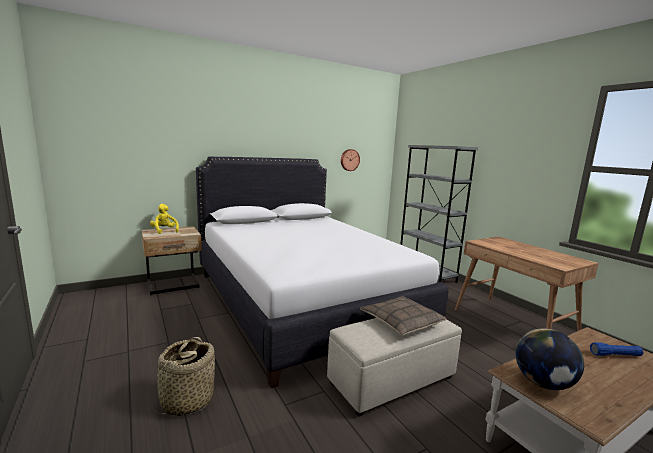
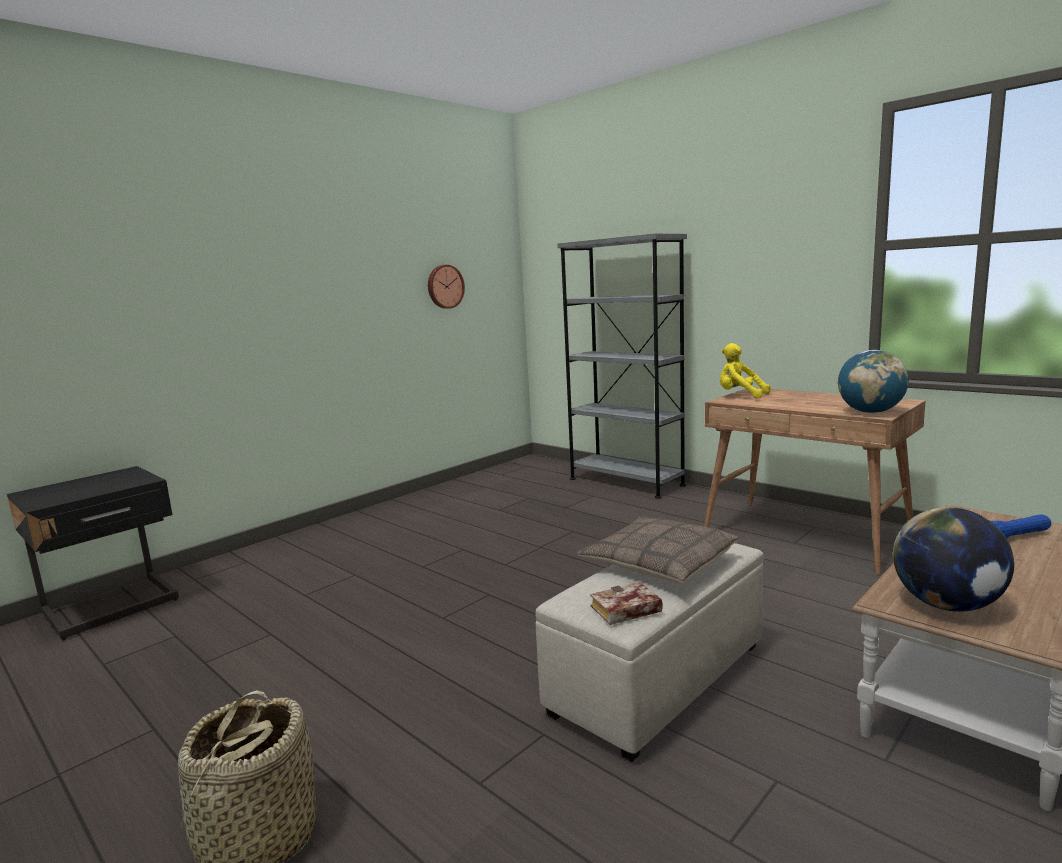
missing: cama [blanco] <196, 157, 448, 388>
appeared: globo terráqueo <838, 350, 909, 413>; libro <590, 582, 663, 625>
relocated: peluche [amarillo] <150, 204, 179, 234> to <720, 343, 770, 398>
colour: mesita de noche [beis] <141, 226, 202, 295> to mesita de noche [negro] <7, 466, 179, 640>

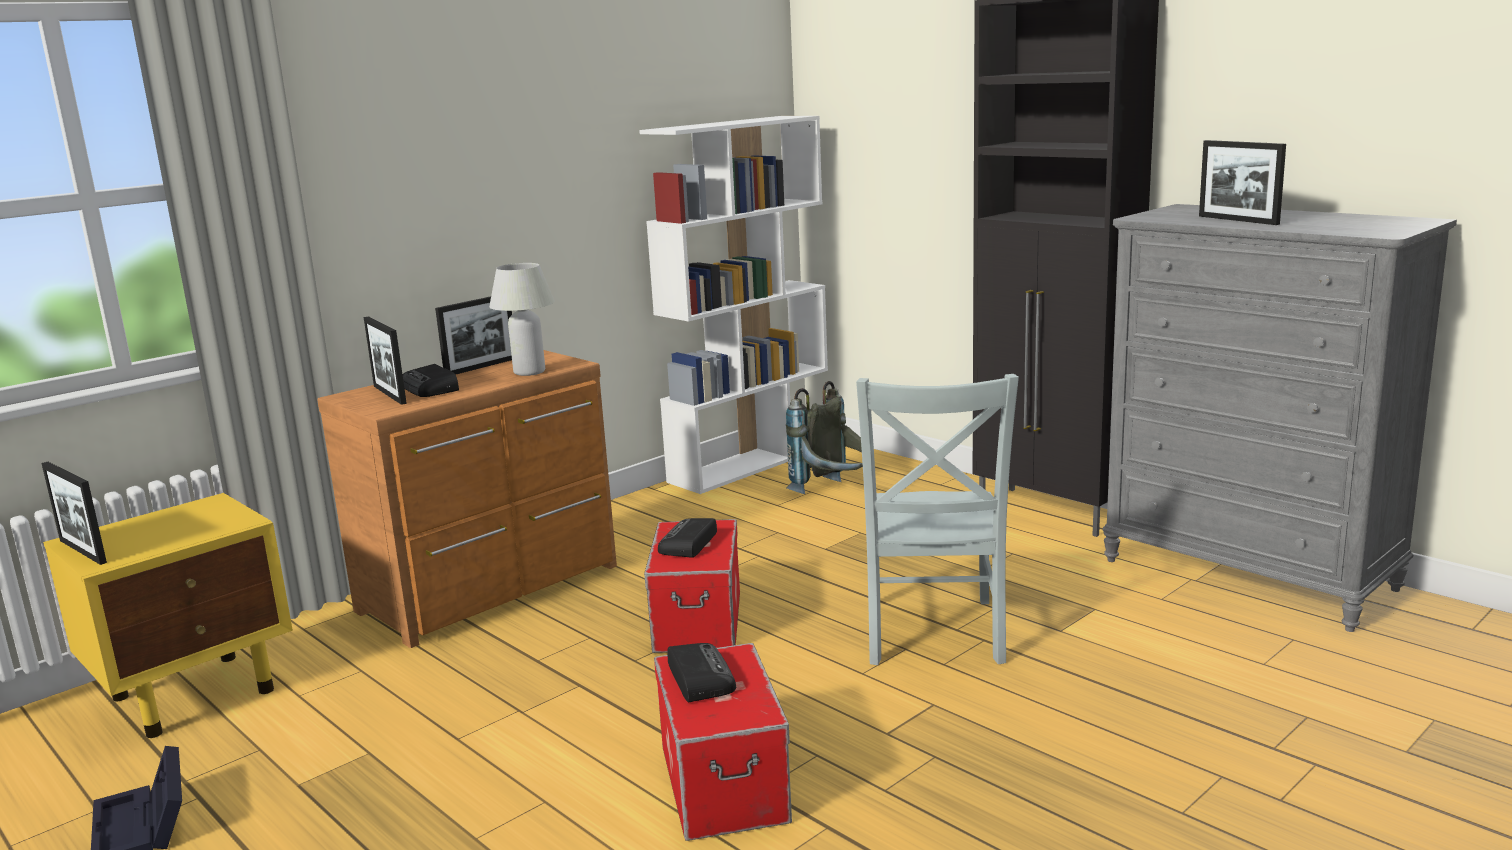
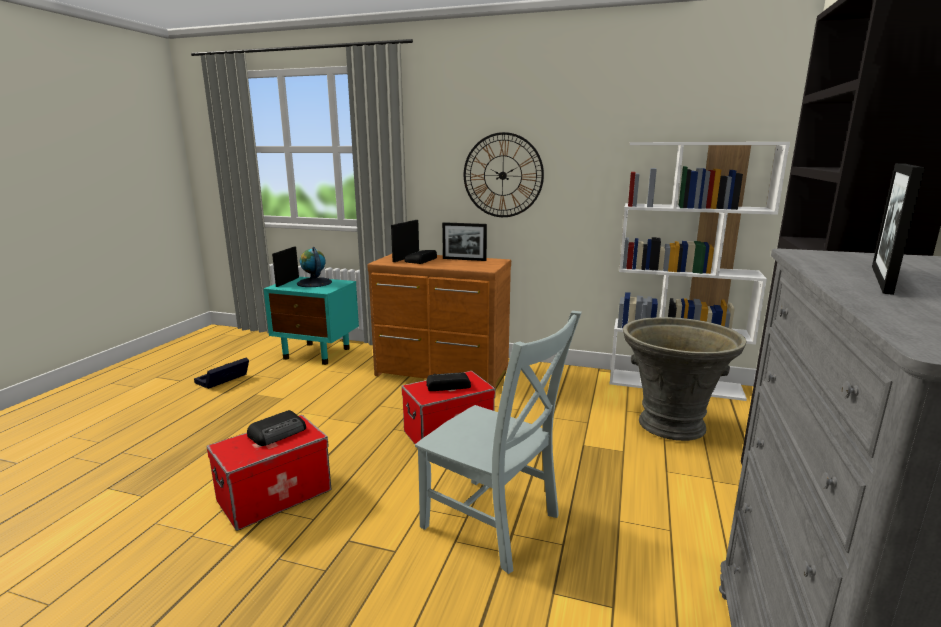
missing: lámpara de mesa [blanco] <489, 263, 555, 376>
appeared: reloj de pared <464, 132, 544, 217>; globo terráqueo <297, 247, 332, 287>
exchanged: mochila [gris] <786, 381, 863, 494> to maceta [gris] <623, 317, 747, 441>
colour: mesita de noche [amarillo] <43, 493, 293, 738> to mesita de noche [turquesa] <263, 277, 359, 365>
spun: silla [gris] <856, 374, 1019, 665> = <415, 311, 582, 574> 120 degrees counterclockwise

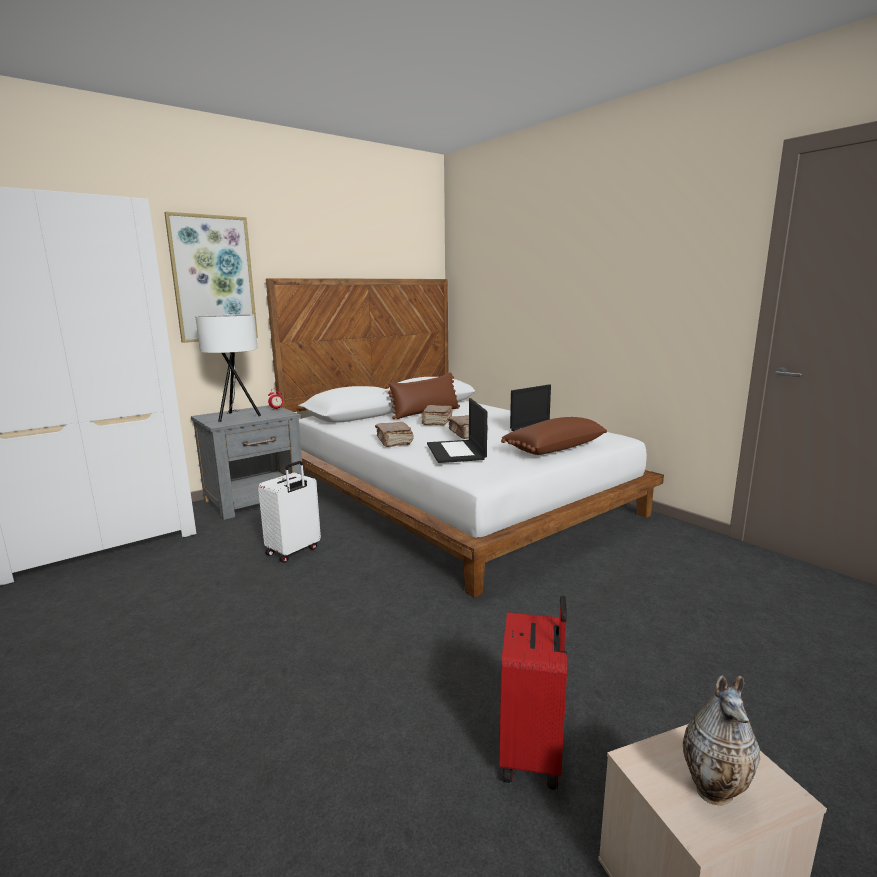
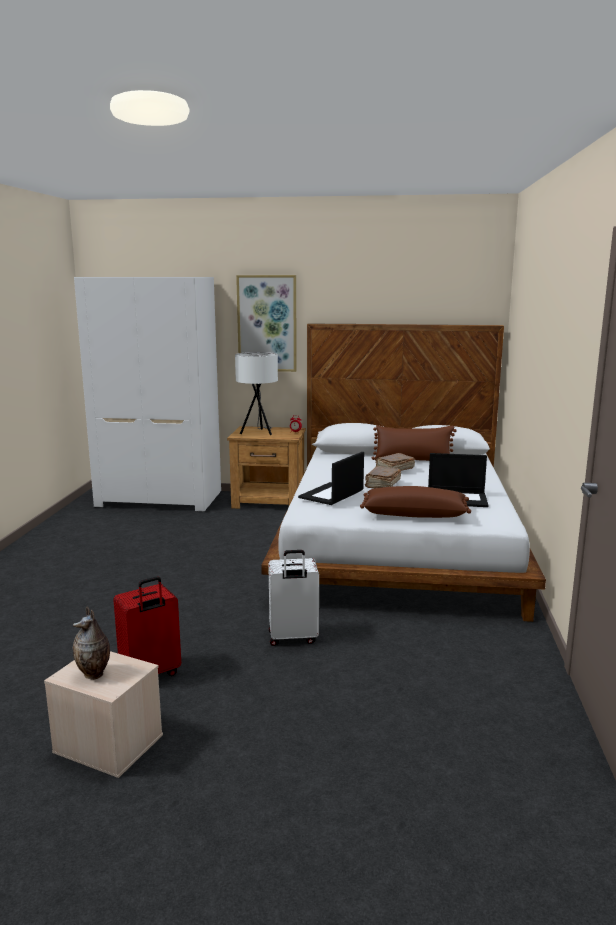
missing: libro [marrón] <375, 422, 414, 447>
relocated: maleta [blanco] <258, 461, 321, 563> to <268, 550, 319, 646>
colour: mesita de noche [gris] <191, 405, 302, 520> to mesita de noche [marrón] <227, 426, 306, 509>

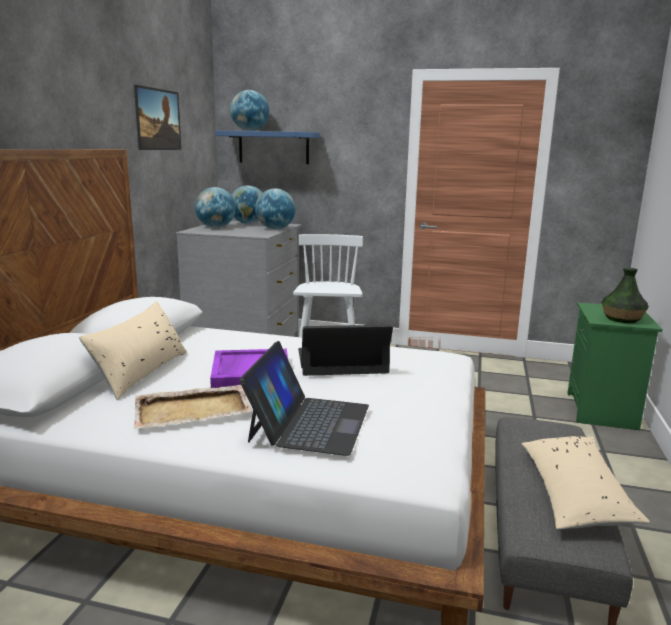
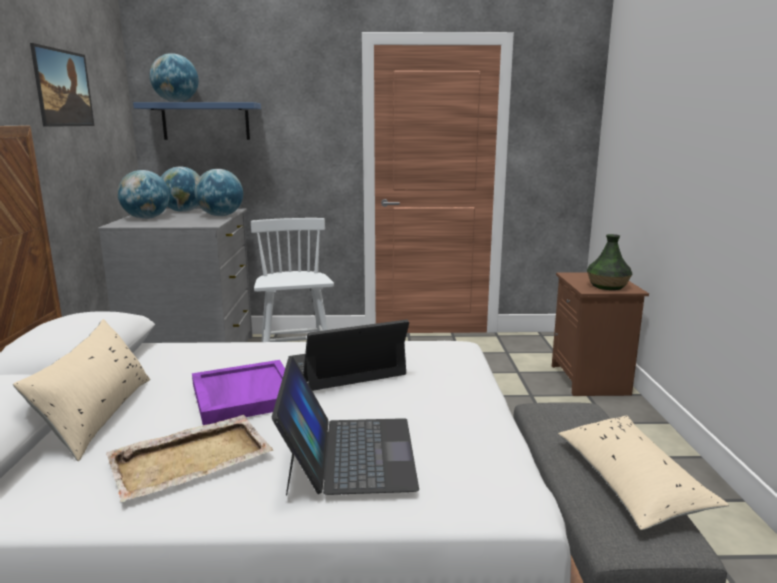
colour: mesita de noche [verde] <567, 302, 663, 430> to mesita de noche [marrón] <552, 272, 649, 396>

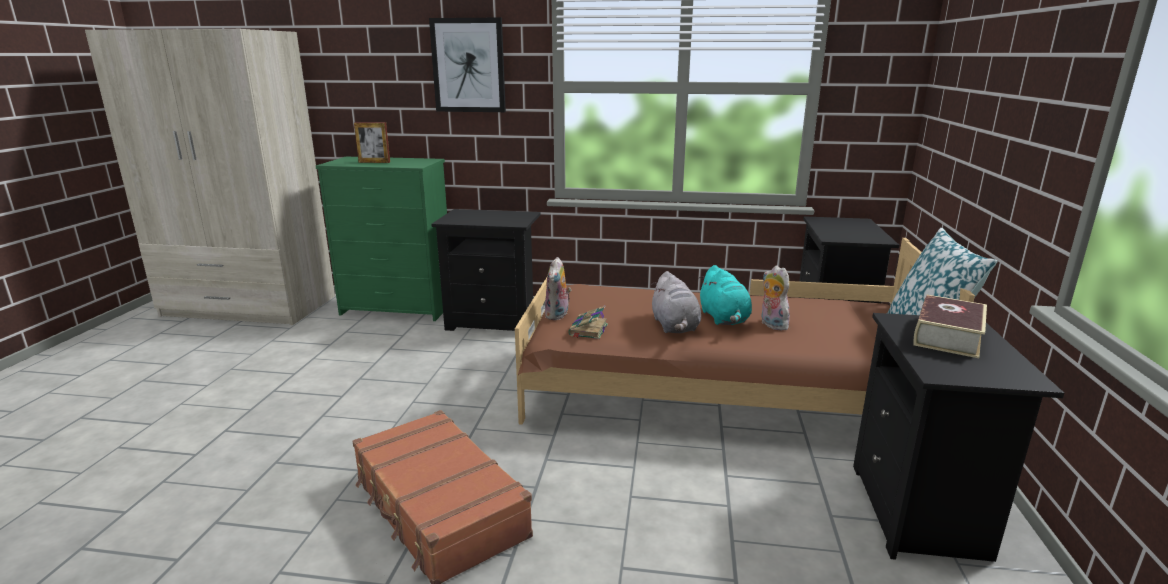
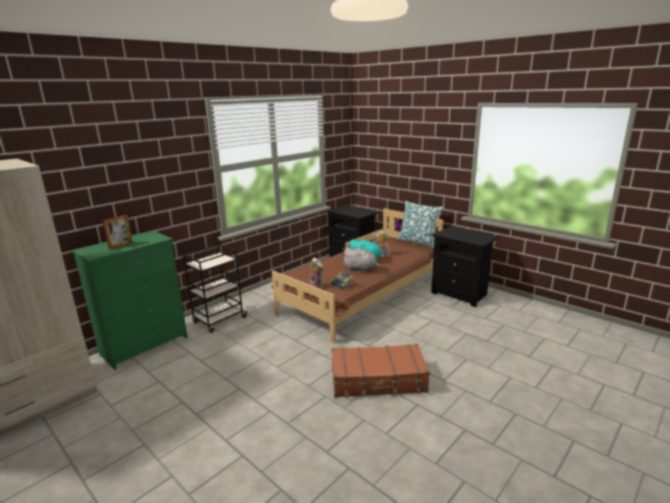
missing: cuadro <429, 18, 506, 112>; libro <914, 295, 987, 358>
exchanged: mesita de noche [negro] <431, 209, 541, 331> to carrito [negro] <183, 244, 248, 333>

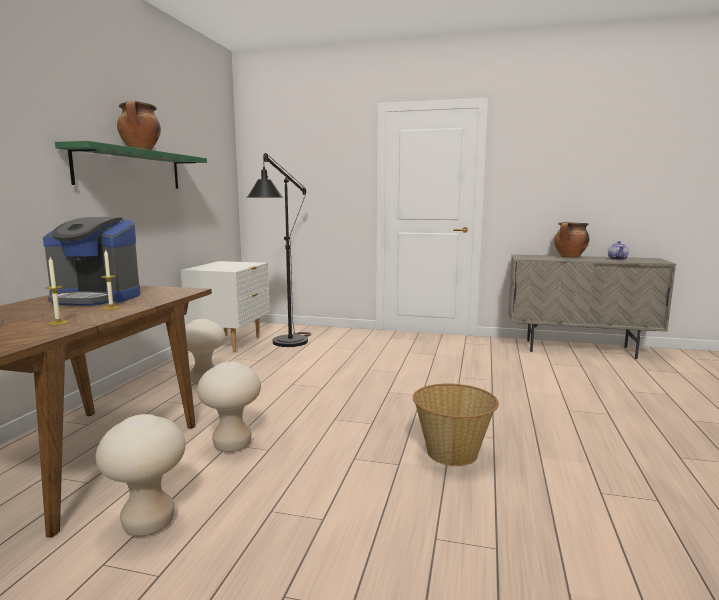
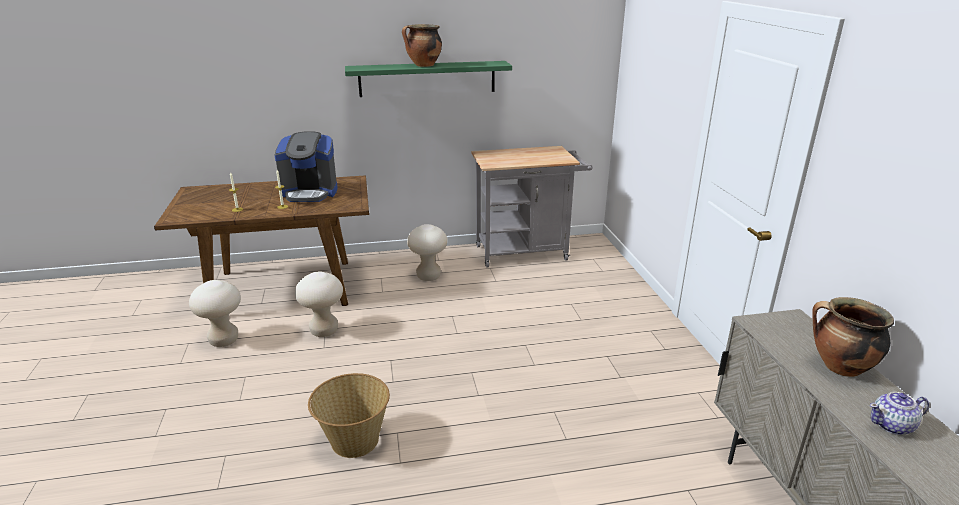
missing: lámpara de pie [negro] <247, 153, 311, 347>
exchanged: mesita de noche [blanco] <181, 261, 270, 353> to carrito [gris] <471, 146, 592, 268>
spun: cafetera <43, 217, 140, 306> = <275, 131, 338, 202> 75 degrees counterclockwise

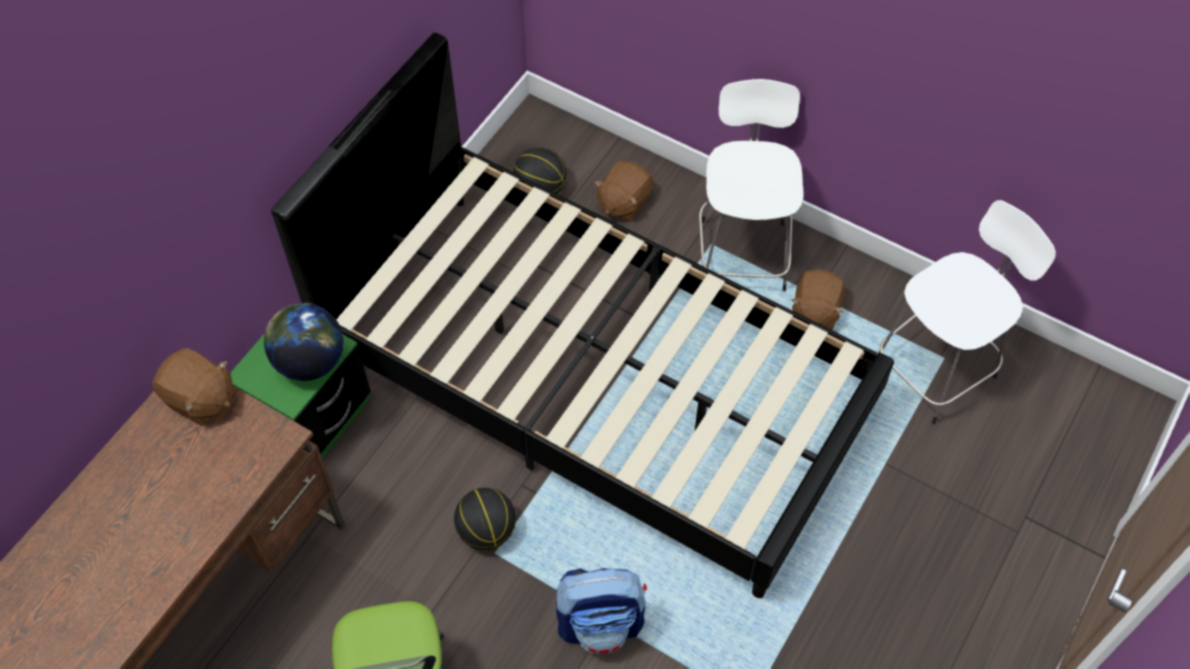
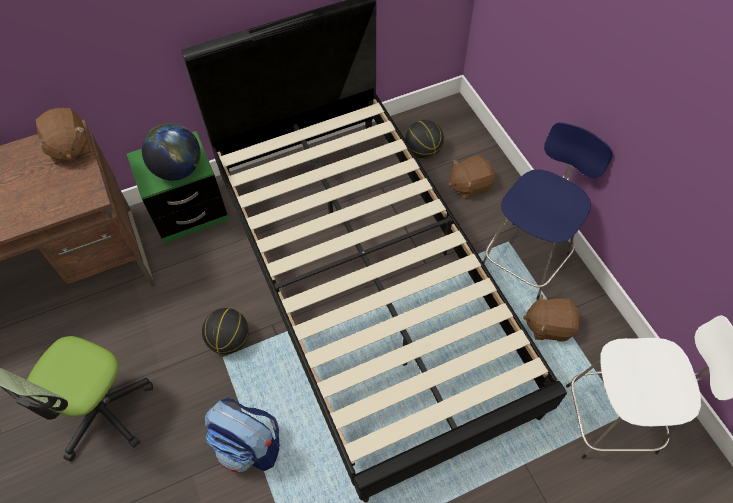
colour: taburete [blanco] <699, 79, 803, 291> to taburete [azul] <483, 122, 612, 300>
spun: peluche [marrón] <791, 269, 845, 330> = <523, 293, 580, 342> 45 degrees clockwise

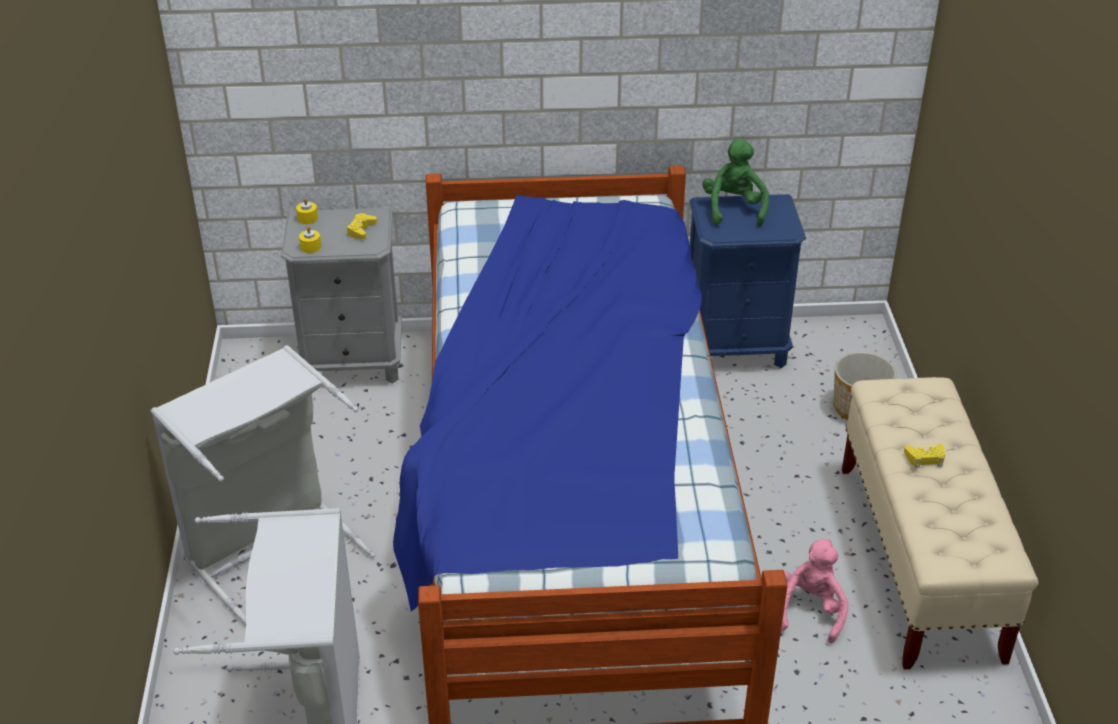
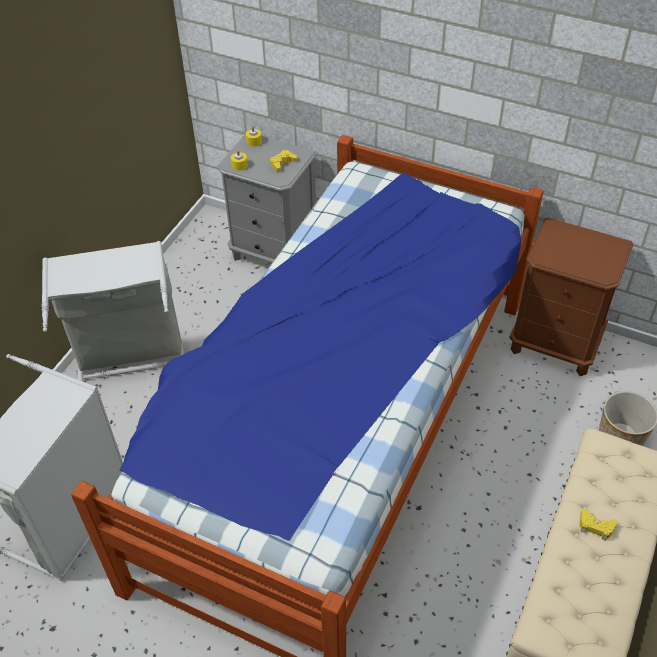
missing: peluche [verde] <702, 138, 769, 226>; peluche [rosa] <781, 539, 849, 643>
colour: mesita de noche [azul] <689, 194, 806, 368> to mesita de noche [marrón] <509, 217, 633, 376>

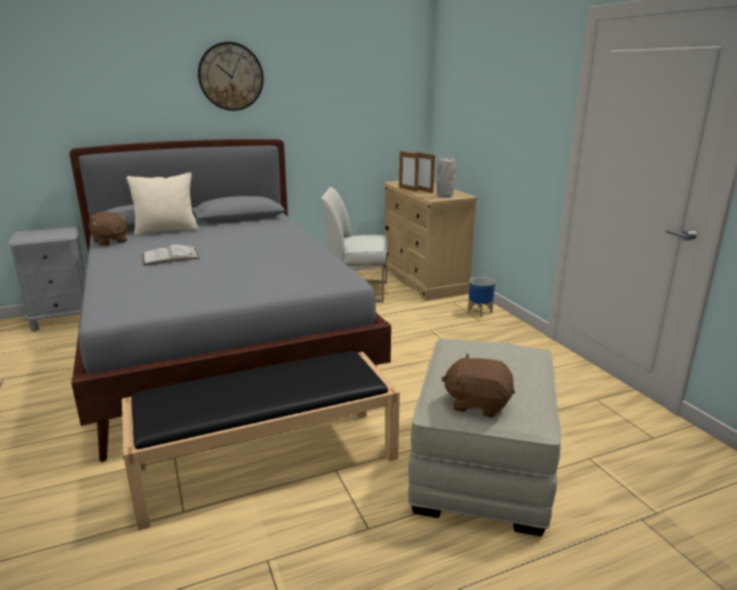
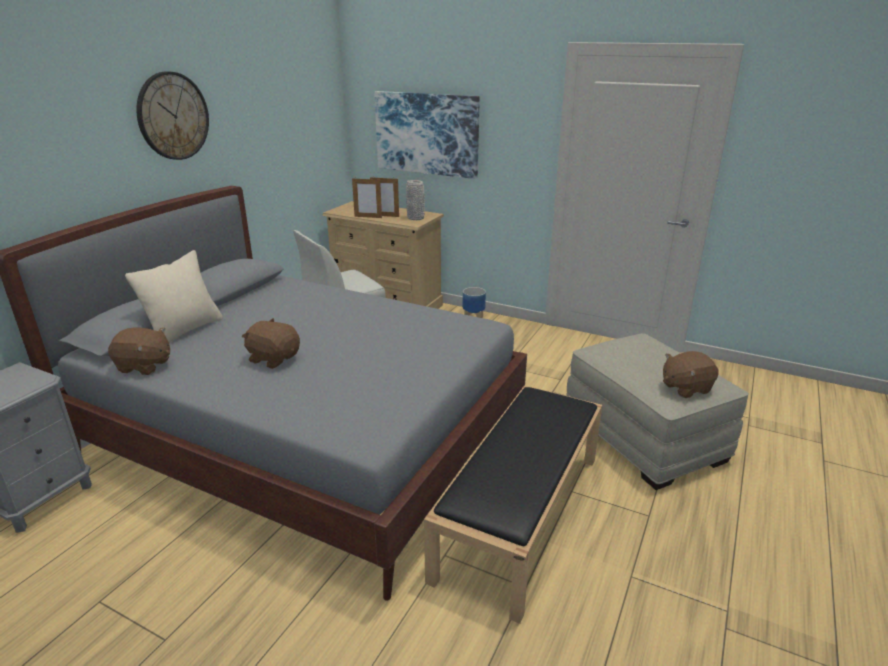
appeared: cuadro <374, 91, 480, 179>
exchanged: libro [blanco] <142, 244, 199, 266> to peluche [marrón] <242, 318, 300, 369>

